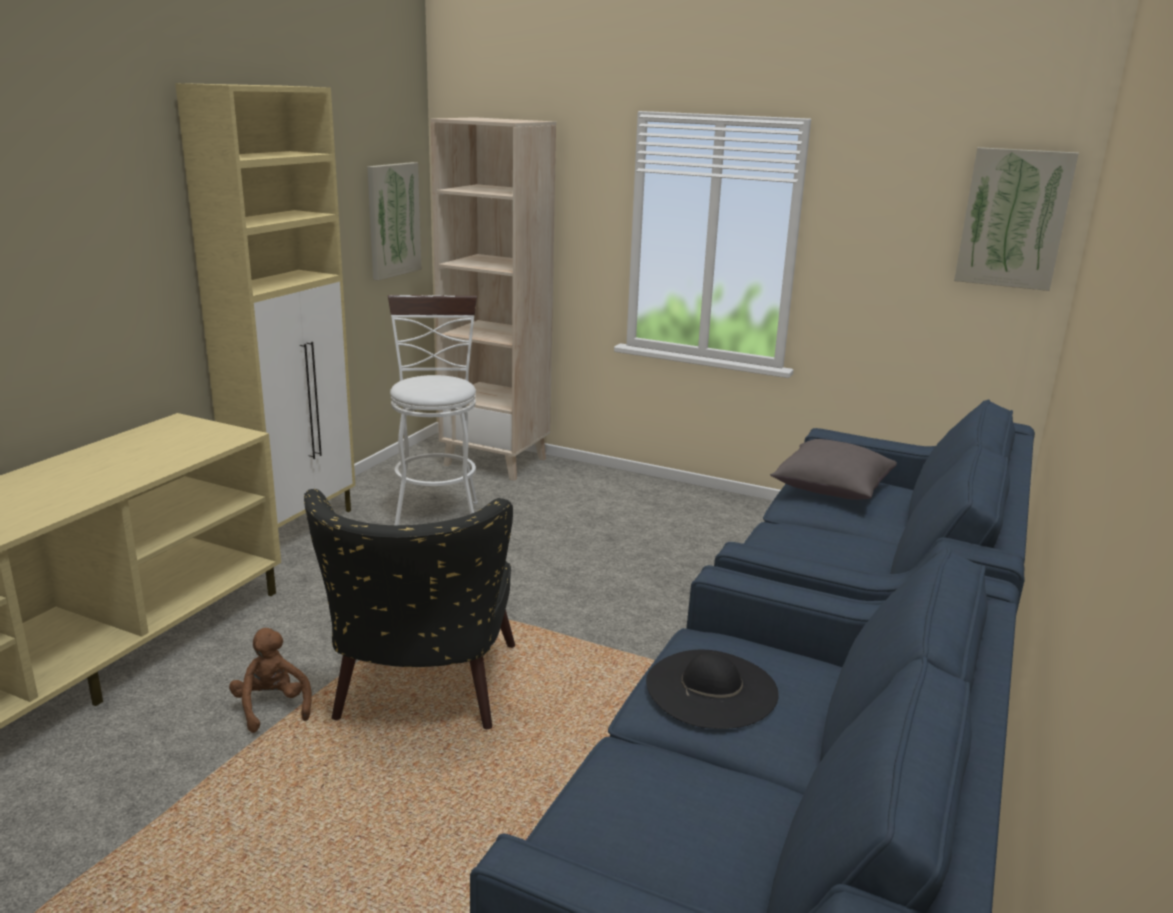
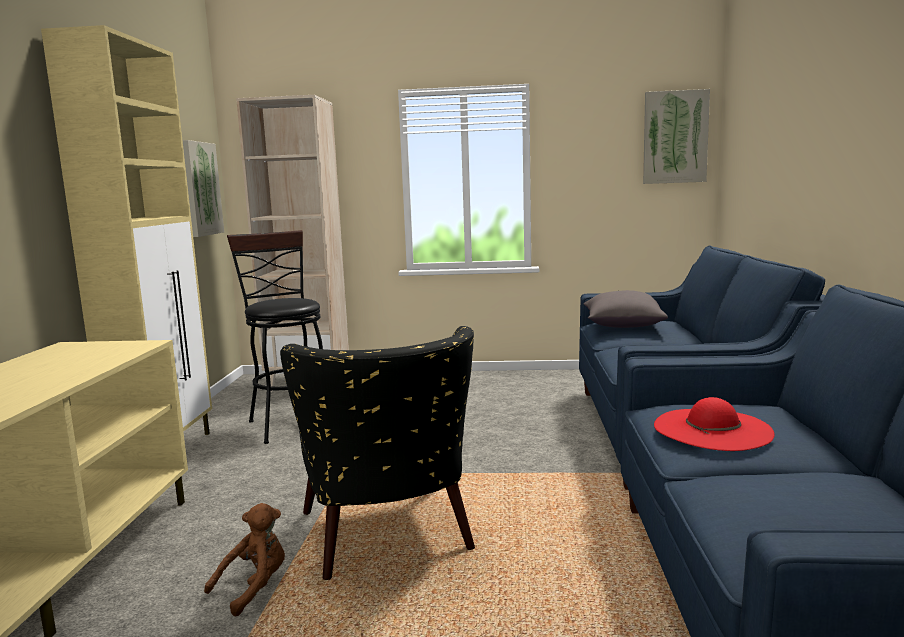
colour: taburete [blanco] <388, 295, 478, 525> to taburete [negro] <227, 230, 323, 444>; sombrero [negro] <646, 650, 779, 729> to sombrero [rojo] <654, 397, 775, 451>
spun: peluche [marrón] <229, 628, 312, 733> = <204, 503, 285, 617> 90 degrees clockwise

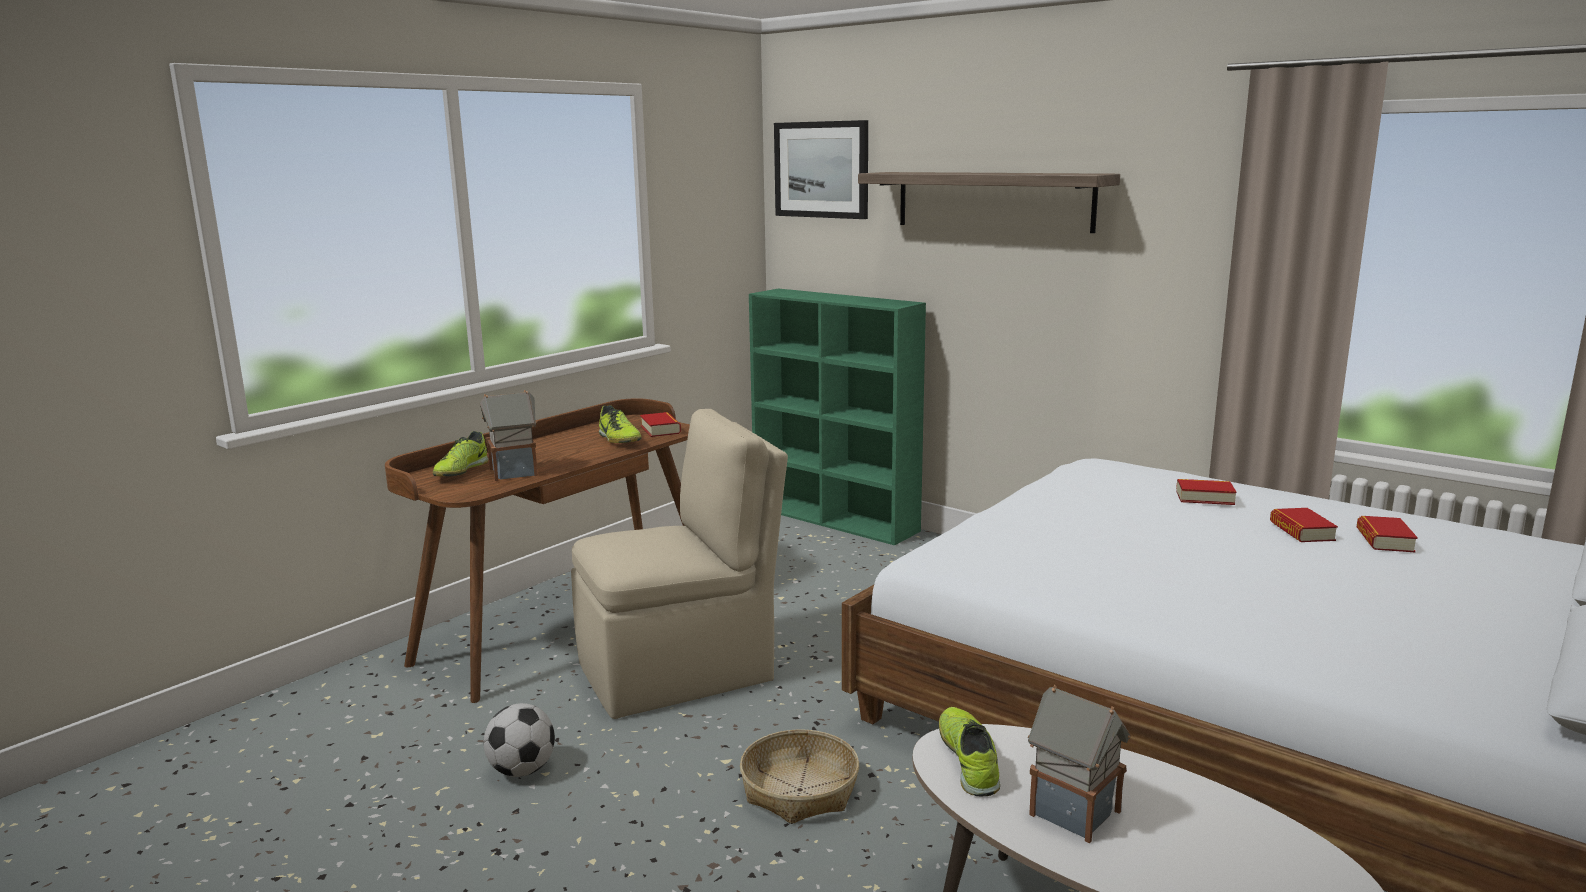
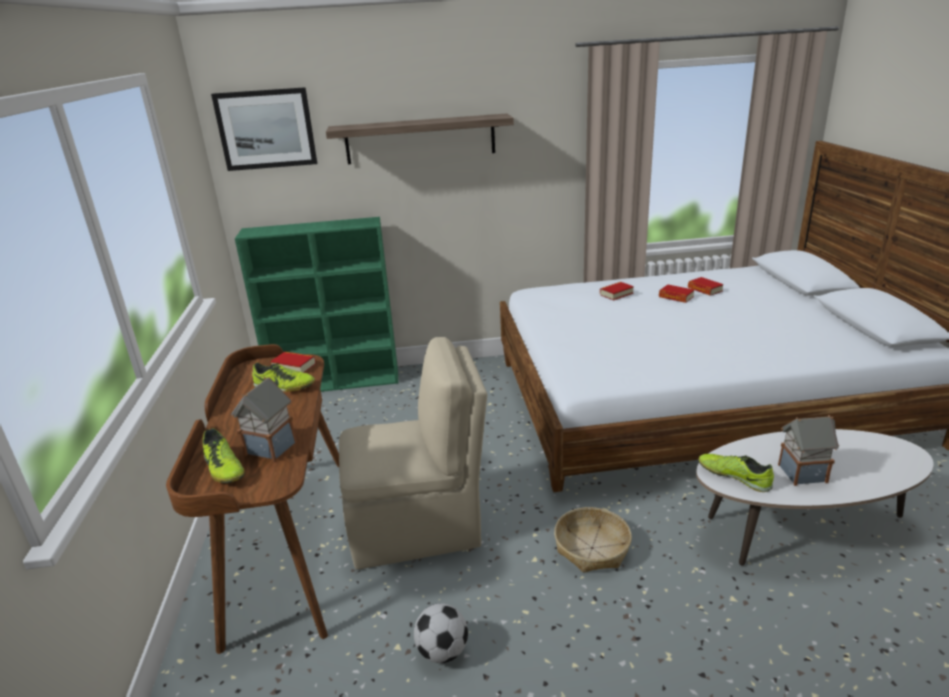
spun: silla [beis] <571, 409, 788, 719> = <339, 337, 487, 570> 60 degrees clockwise

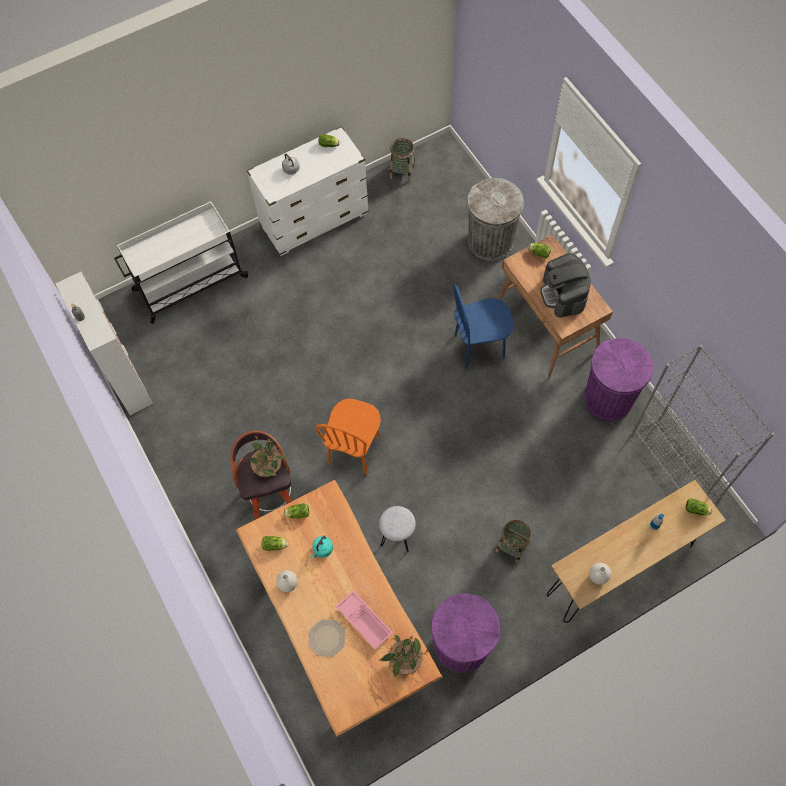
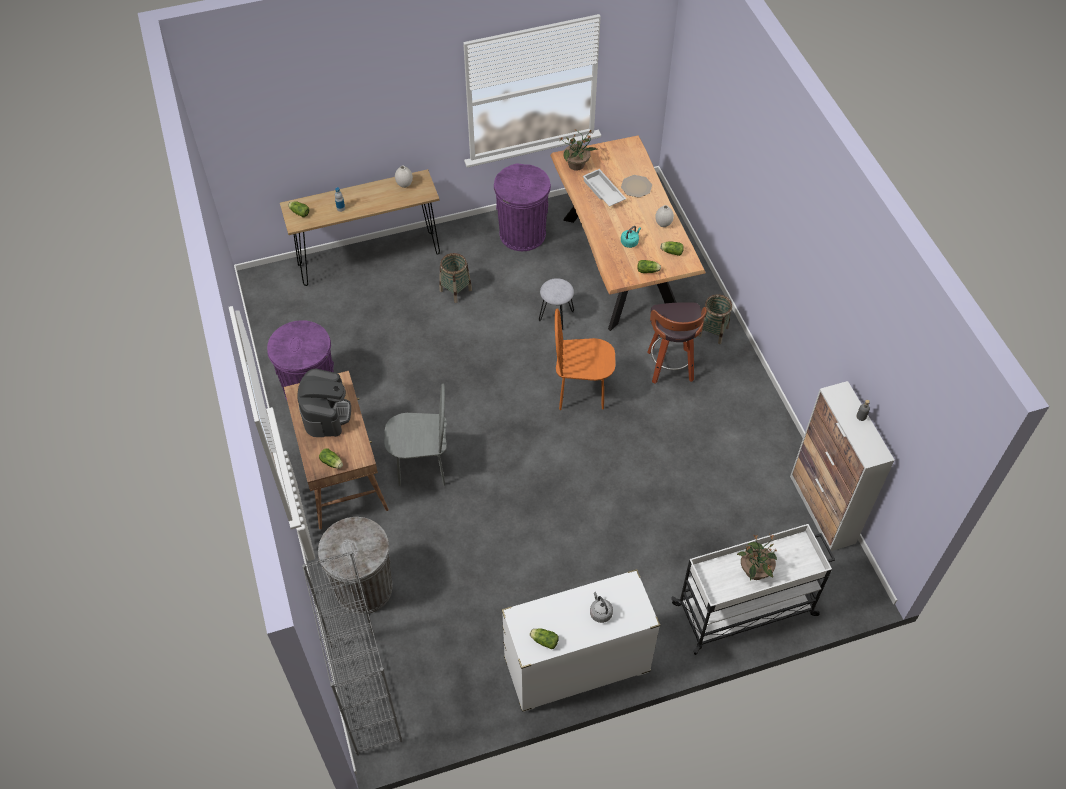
relocated: cesta <390, 138, 415, 182> to <698, 294, 732, 344>; estantería [gris] <633, 345, 774, 501> to <302, 551, 402, 756>; planta en maceta <249, 436, 285, 477> to <737, 534, 777, 580>
colour: silla [azul] <453, 284, 514, 369> to silla [gris] <384, 384, 447, 486>; bandeja [rosa] <336, 590, 393, 650> to bandeja [blanco] <583, 169, 626, 207>
spun: silla [naranja] <315, 399, 381, 476> = <555, 308, 616, 410> 120 degrees counterclockwise

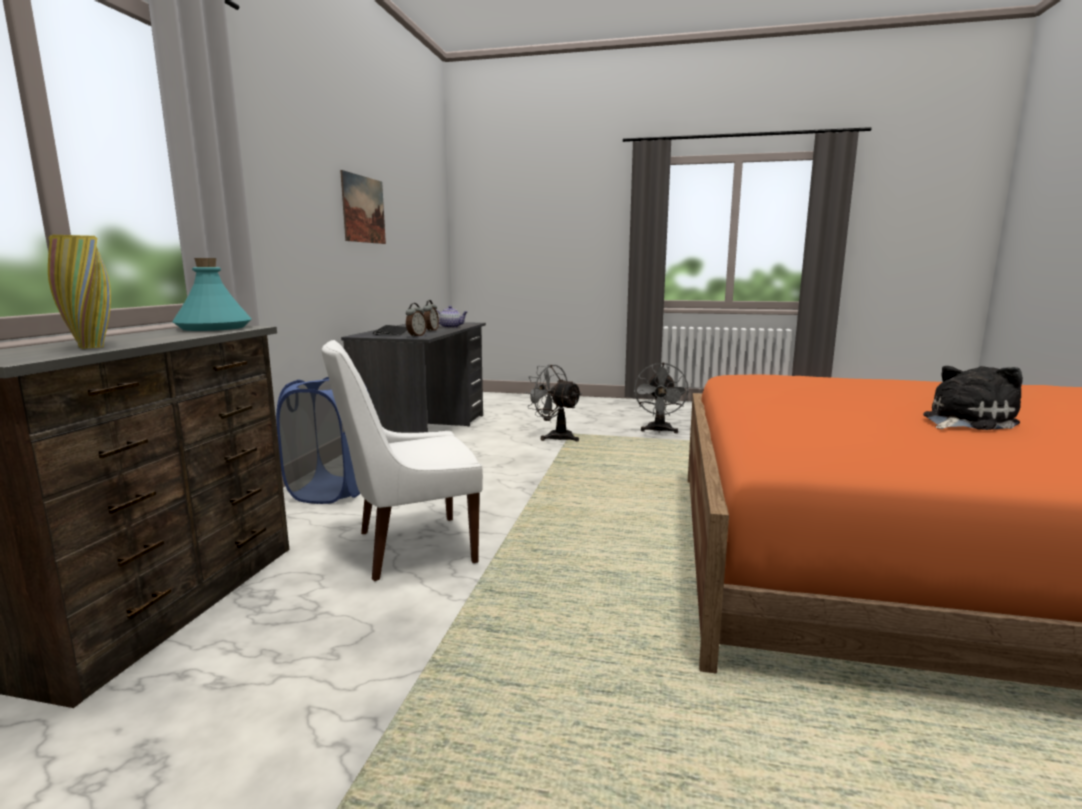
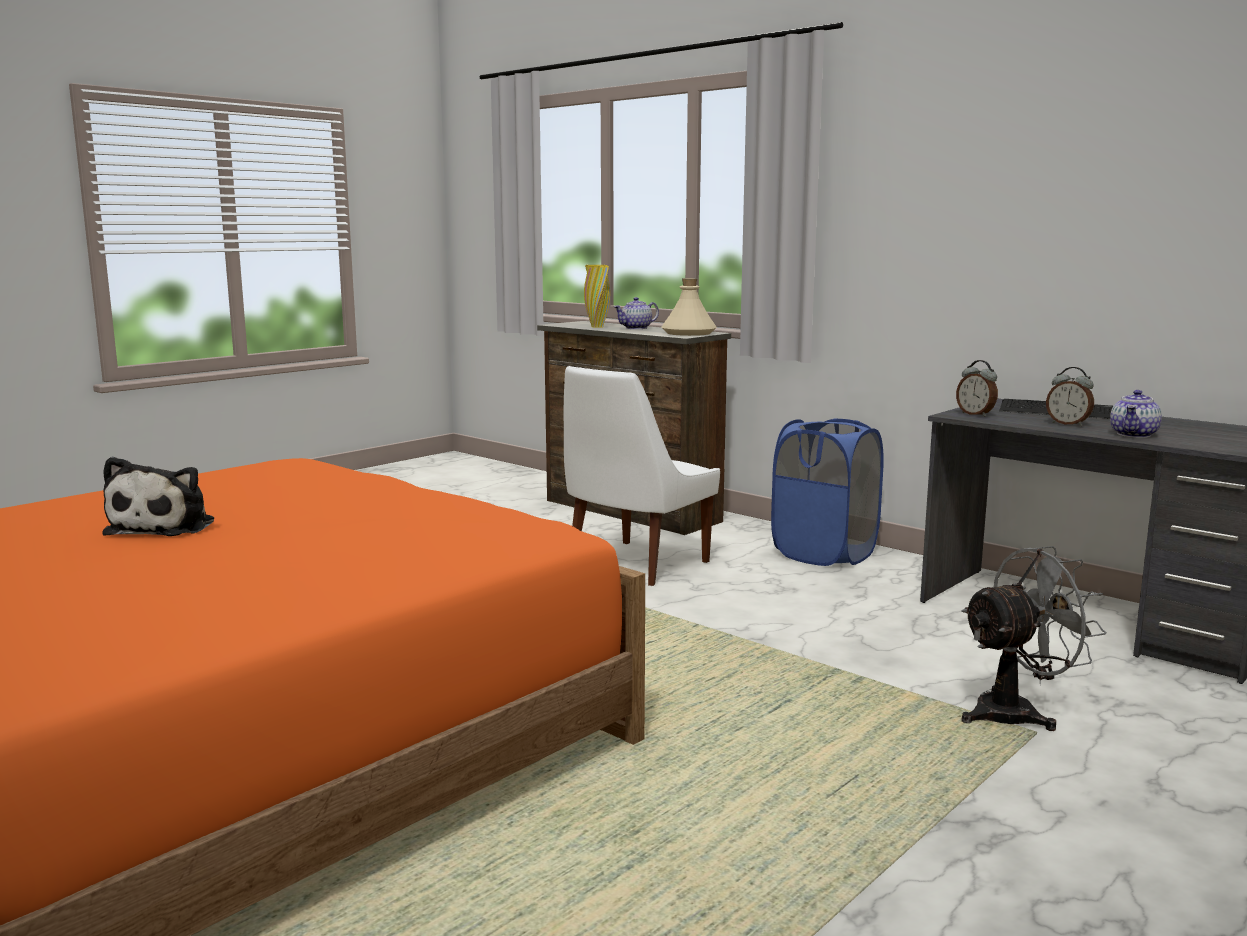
missing: cuadro <340, 170, 386, 244>; ventilador [gris] <634, 363, 689, 433>
appeared: tetera <614, 297, 659, 329>
colour: botella [turquesa] <172, 258, 251, 331> to botella [beis] <662, 278, 717, 336>
spun: silla [blanco] <322, 340, 483, 581> = <564, 366, 720, 586> 150 degrees counterclockwise

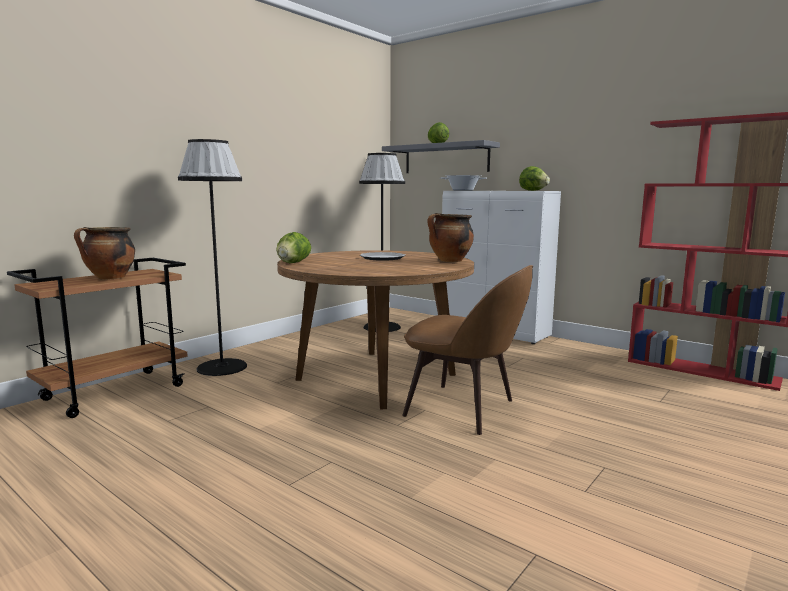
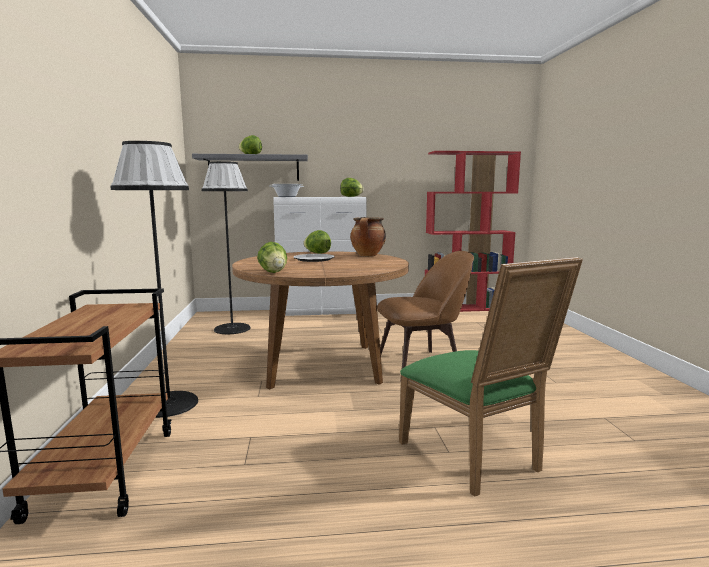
missing: olla <74, 227, 135, 280>
appeared: lechuga <303, 230, 331, 254>; silla [verde] <399, 257, 583, 497>

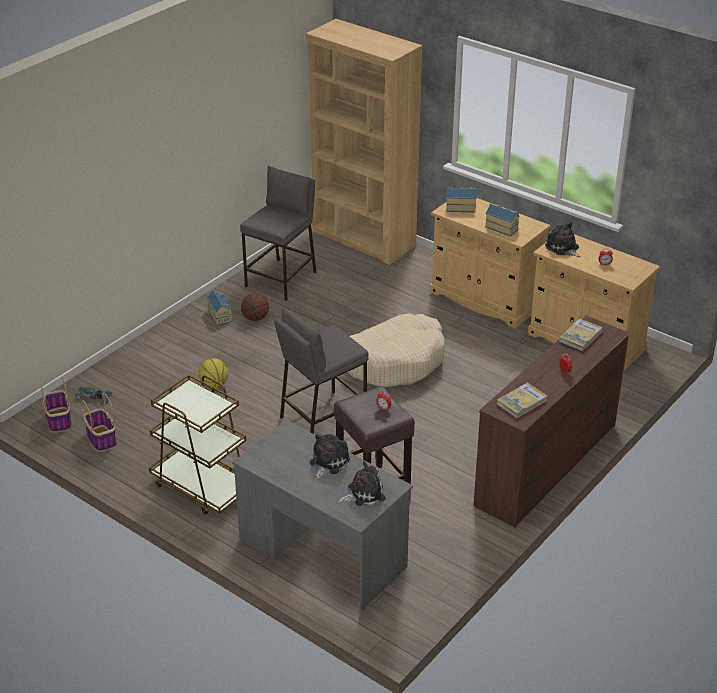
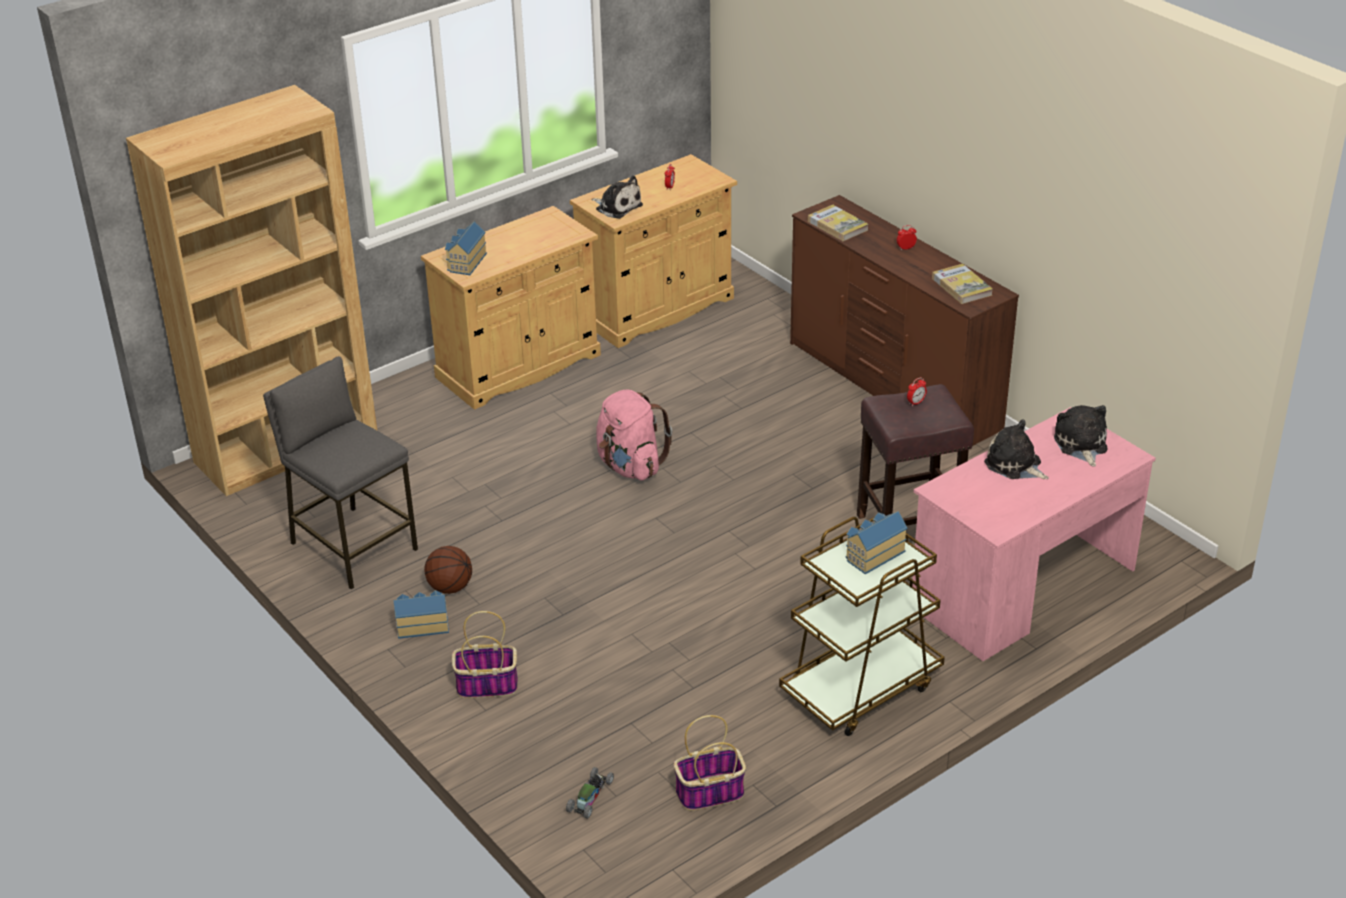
missing: taburete [gris] <274, 308, 369, 434>; balón de baloncesto <199, 358, 228, 388>
relocated: casita <485, 204, 520, 237> to <846, 511, 908, 574>; cesta <40, 376, 72, 433> to <452, 611, 518, 698>
exchanged: cama para perro [beis] <348, 313, 445, 387> to mochila [rosa] <596, 389, 672, 481>
colour: escritorio [gris] <232, 420, 413, 611> to escritorio [rosa] <912, 407, 1156, 661>
spun: peluche <545, 221, 581, 257> = <591, 176, 643, 219> 120 degrees counterclockwise

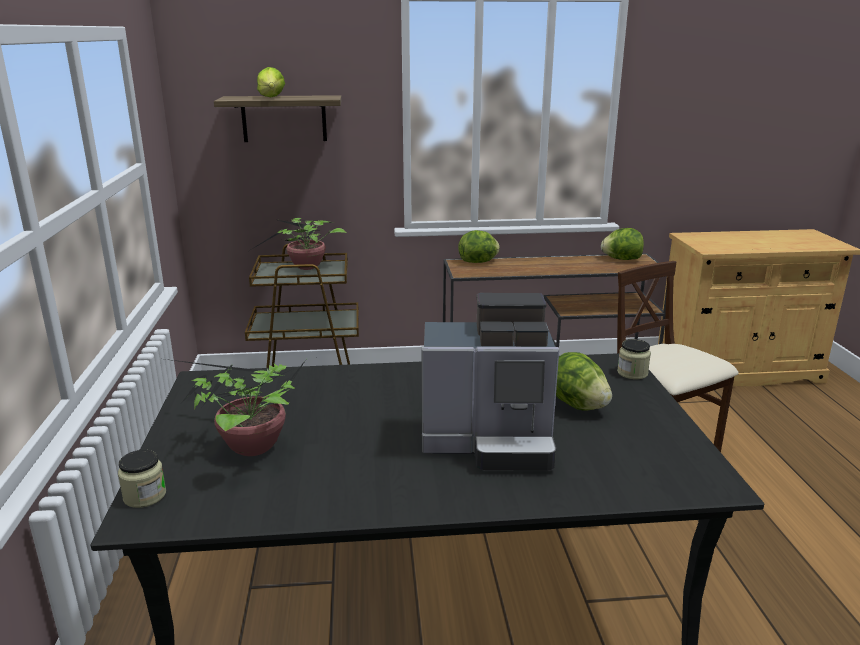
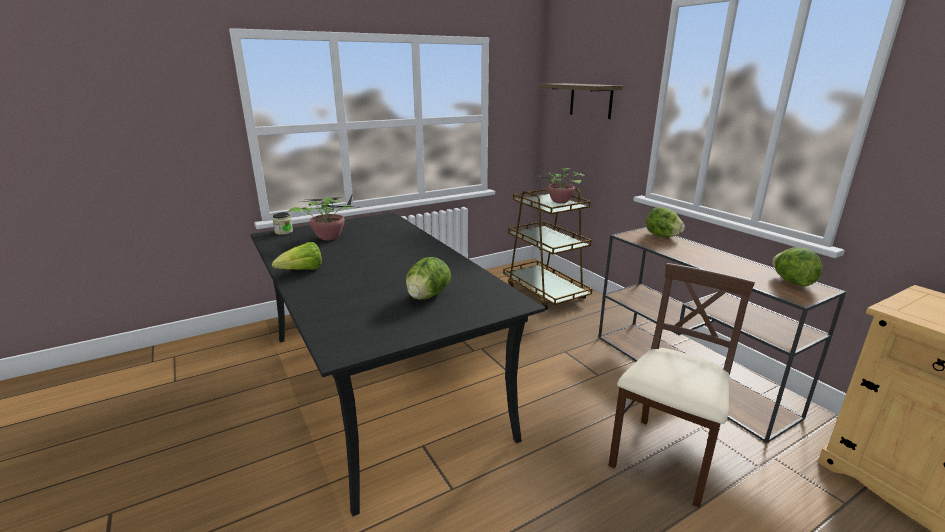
missing: cafetera <421, 293, 559, 471>; tarro <617, 339, 651, 380>
relocated: lechuga <257, 67, 285, 97> to <272, 242, 322, 270>

